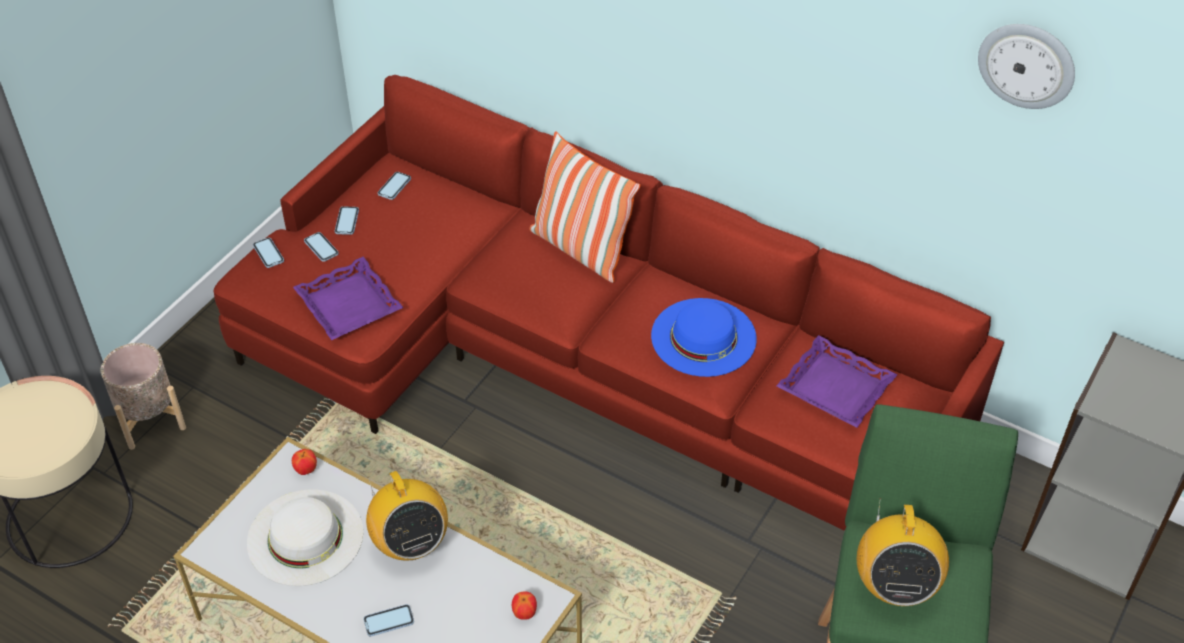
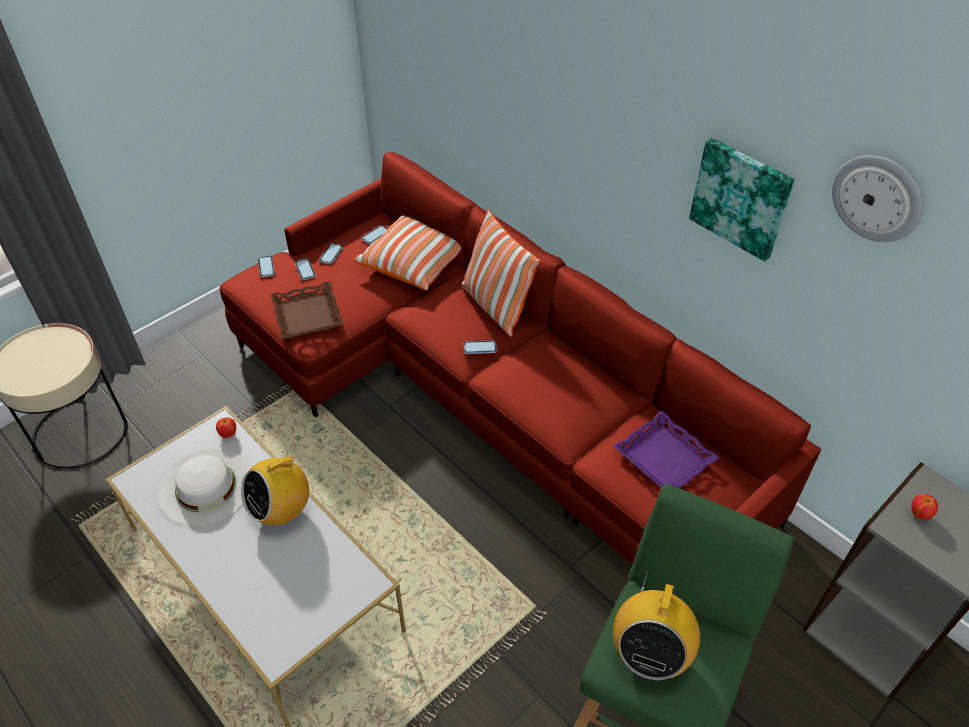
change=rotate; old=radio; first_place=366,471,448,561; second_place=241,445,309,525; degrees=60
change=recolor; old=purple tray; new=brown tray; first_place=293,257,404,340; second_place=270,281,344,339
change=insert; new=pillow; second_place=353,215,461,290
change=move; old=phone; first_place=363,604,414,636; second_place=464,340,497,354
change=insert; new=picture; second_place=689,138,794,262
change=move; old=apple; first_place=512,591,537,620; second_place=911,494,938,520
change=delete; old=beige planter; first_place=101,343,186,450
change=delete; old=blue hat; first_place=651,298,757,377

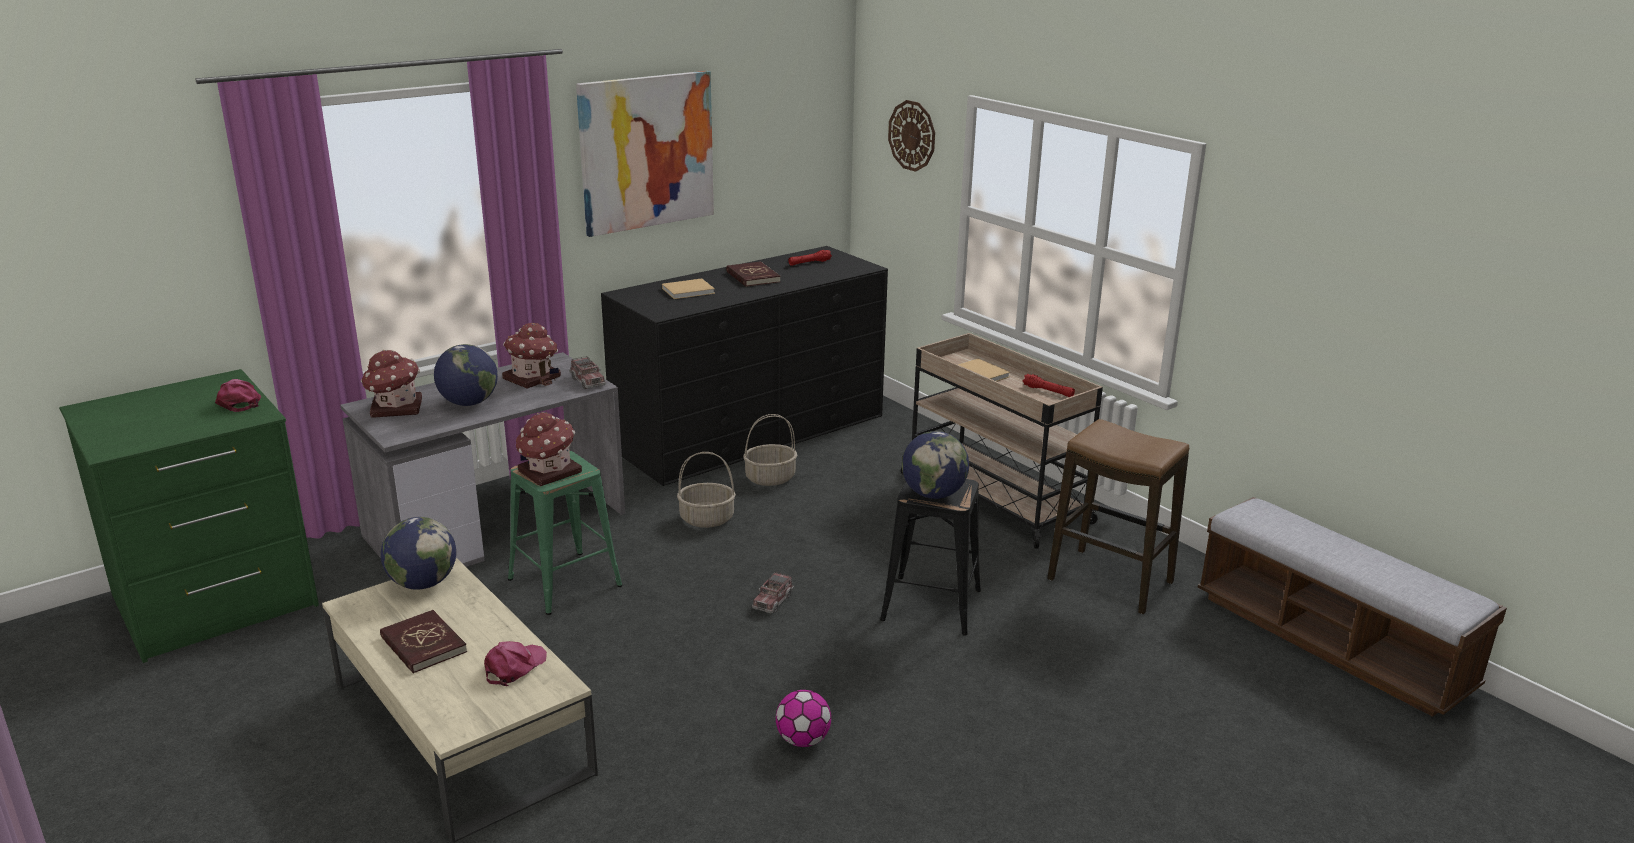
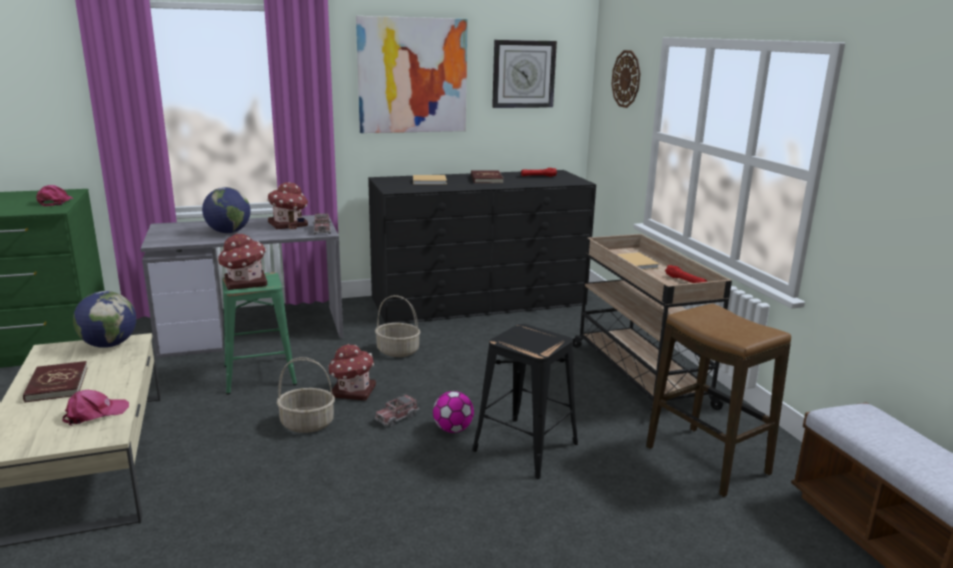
change=move; old=basket; first_place=743,414,797,486; second_place=277,357,335,433
change=move; old=toy house; first_place=361,350,422,418; second_place=328,344,376,401
change=move; old=football; first_place=776,690,831,747; second_place=433,391,474,433
change=insert; new=wall clock; second_place=492,40,557,108
change=delete; old=globe; first_place=902,431,969,499

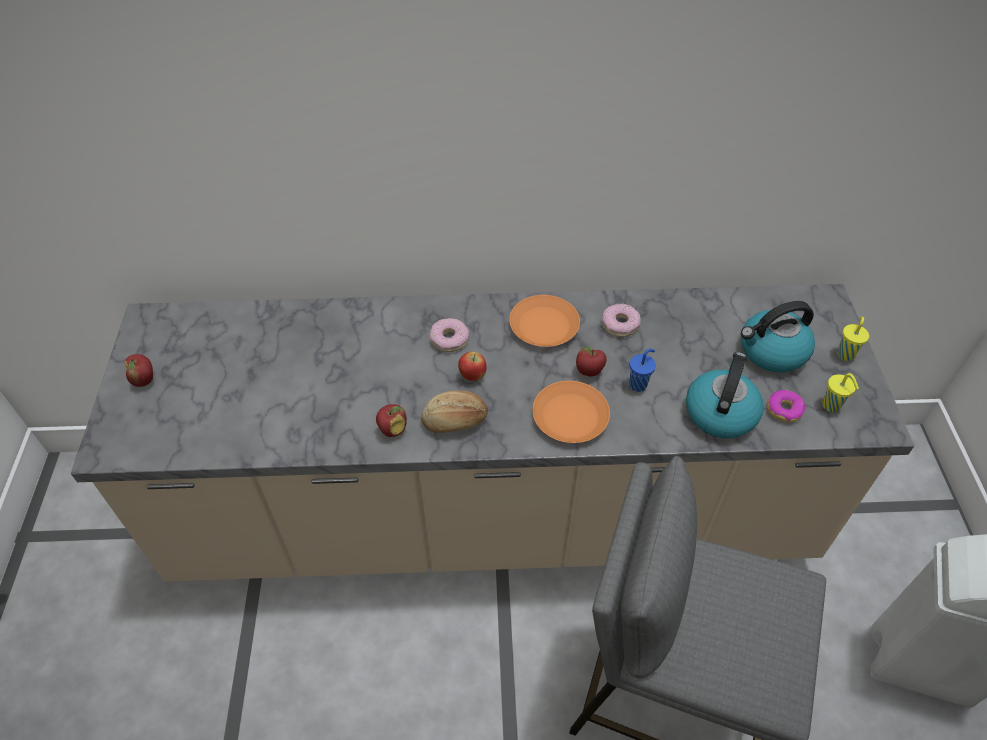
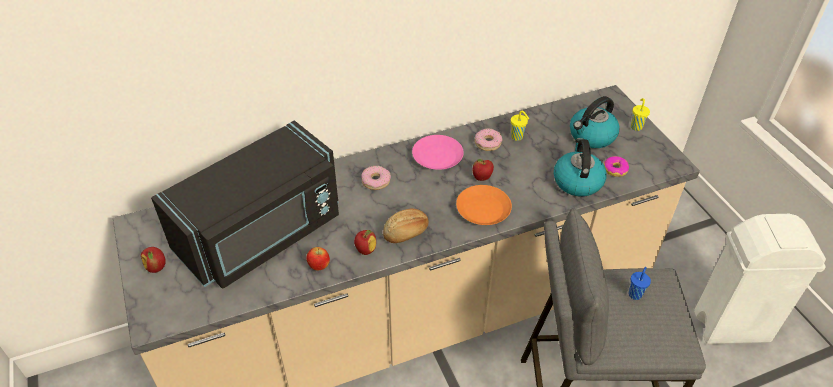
change=insert; new=black microwave; second_place=151,121,339,288
change=move; old=apple; first_place=458,352,487,381; second_place=306,247,330,270
change=recolor; old=orange plate; new=pink plate; first_place=509,295,580,347; second_place=412,135,464,170
change=move; old=yellow cup; first_place=822,373,859,412; second_place=511,111,529,141
change=move; old=blue cup; first_place=629,349,656,392; second_place=629,267,651,300

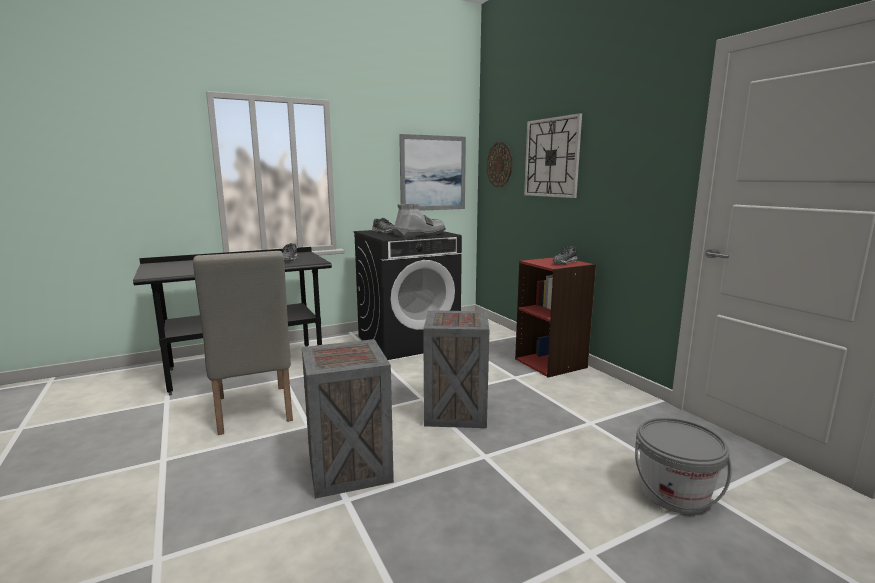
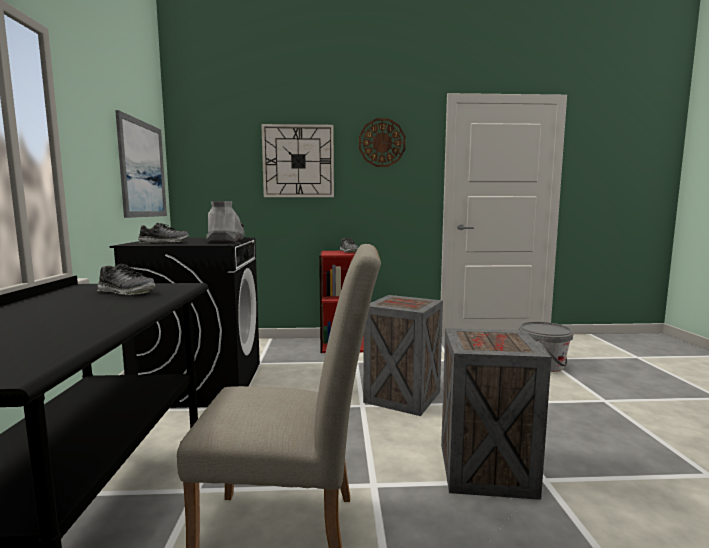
change=move; old=wall clock; first_place=487,142,512,187; second_place=359,118,406,167

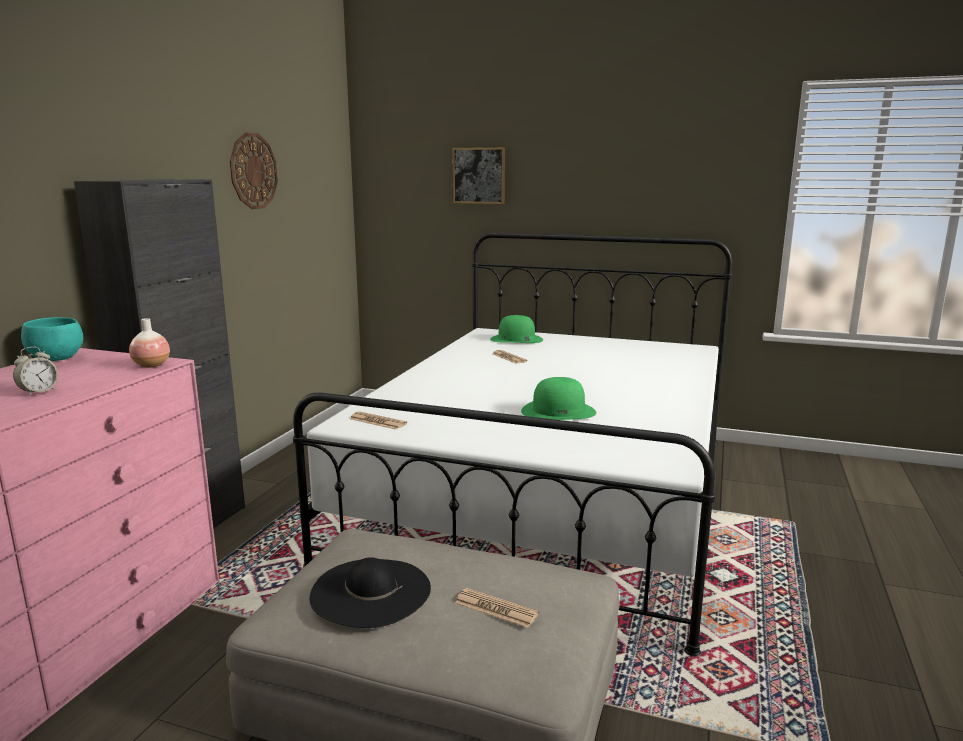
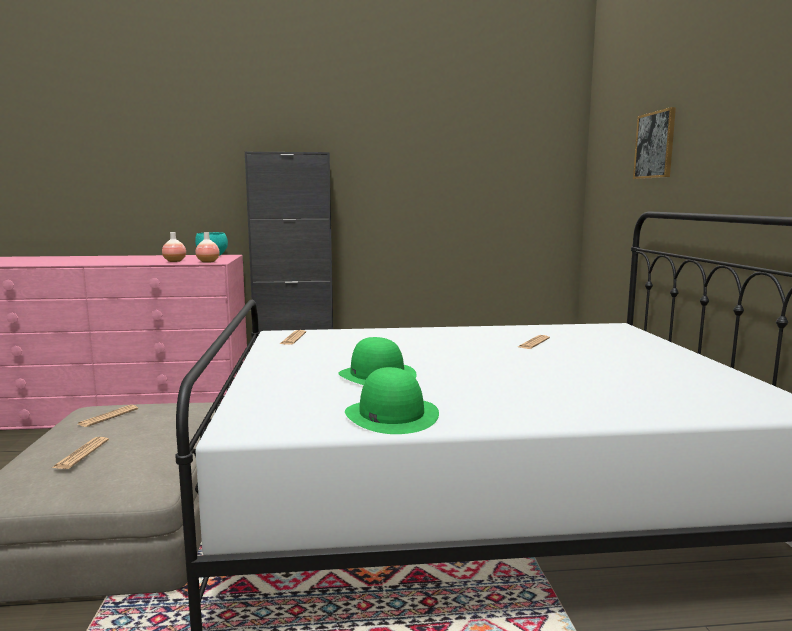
change=replace; old=black hat; new=newspaper; first_place=309,557,431,628; second_place=78,405,138,427
change=insert; new=vase; second_place=162,232,186,262
change=move; old=green hat; first_place=490,315,543,343; second_place=345,367,439,434
change=delete; old=alarm clock; first_place=13,347,58,396
change=delete; old=wall clock; first_place=230,133,278,209

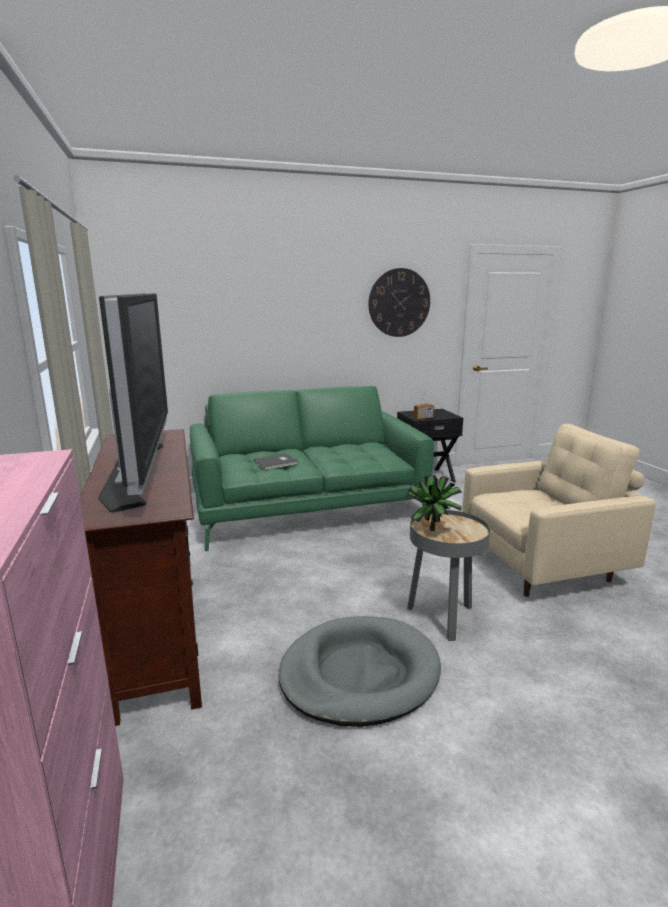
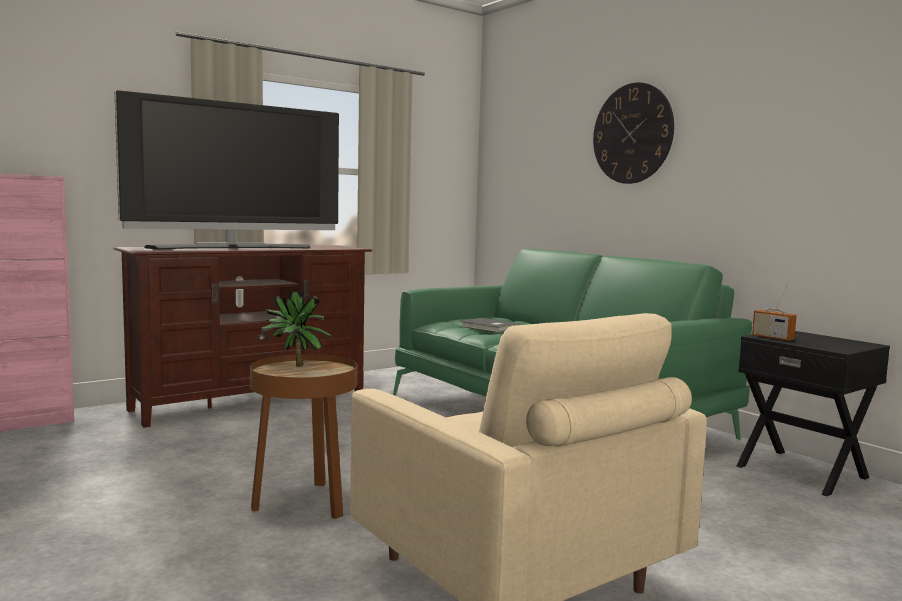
change=recolor; old=grey side table; new=brown side table; first_place=407,510,490,641; second_place=250,354,357,519
change=move; old=wall clock; first_place=368,268,430,337; second_place=593,82,674,184
change=delete; old=grey dog bed; first_place=278,616,441,727

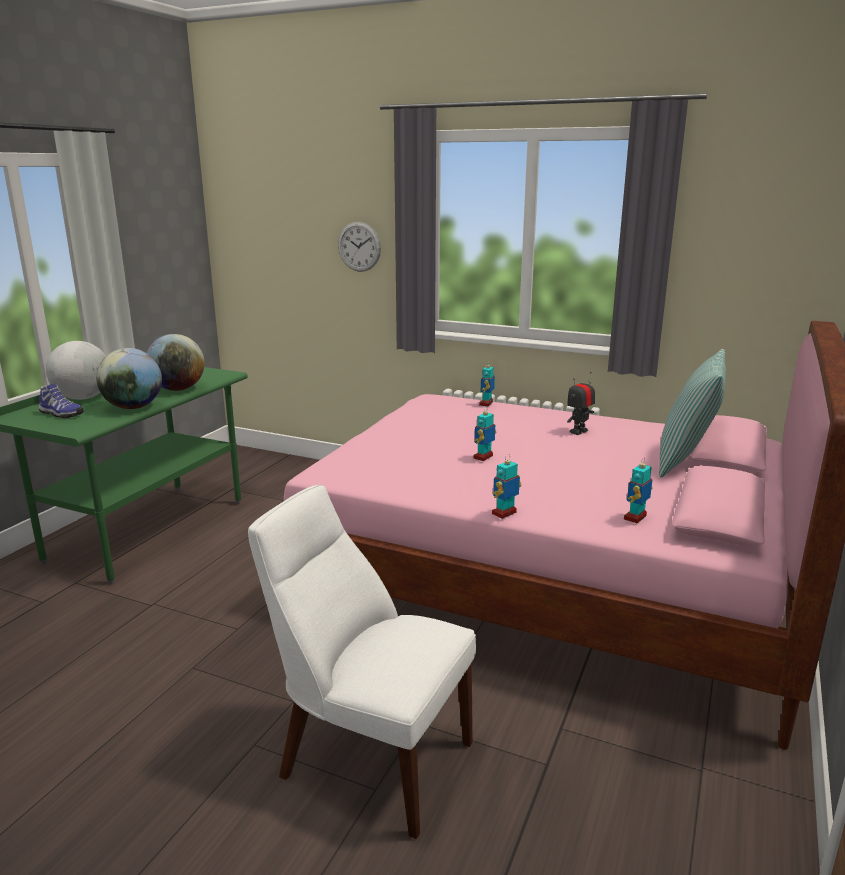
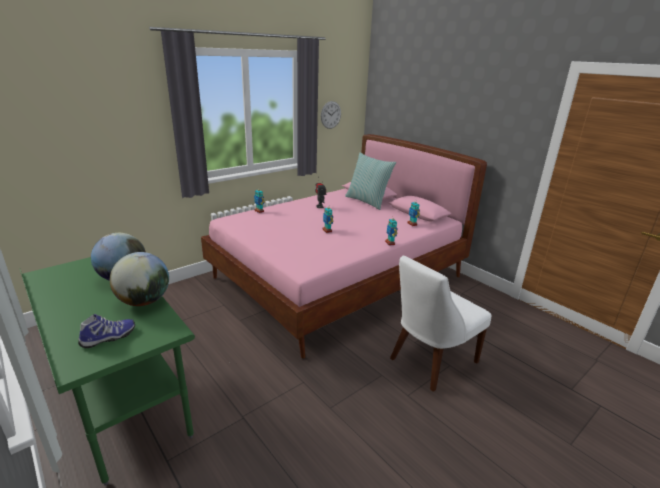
change=move; old=wall clock; first_place=338,222,381,272; second_place=321,101,341,129
change=delete; old=globe; first_place=46,341,106,400

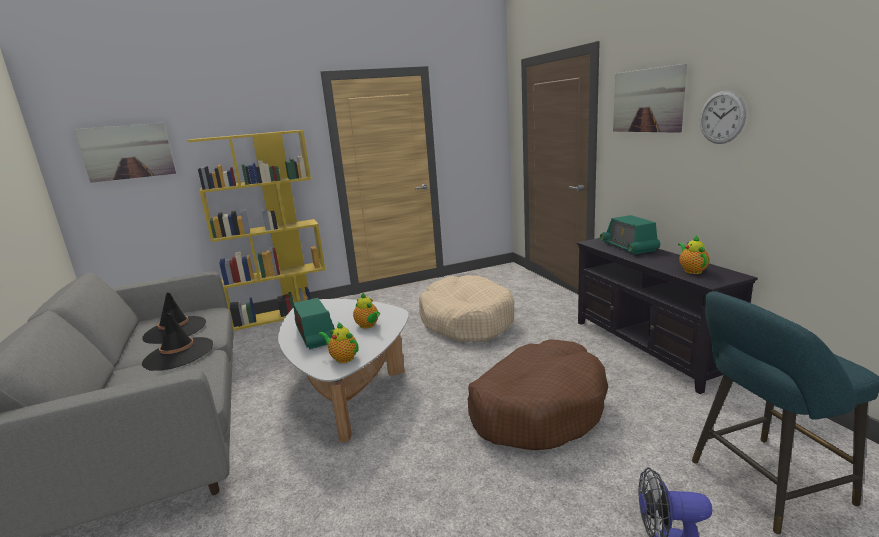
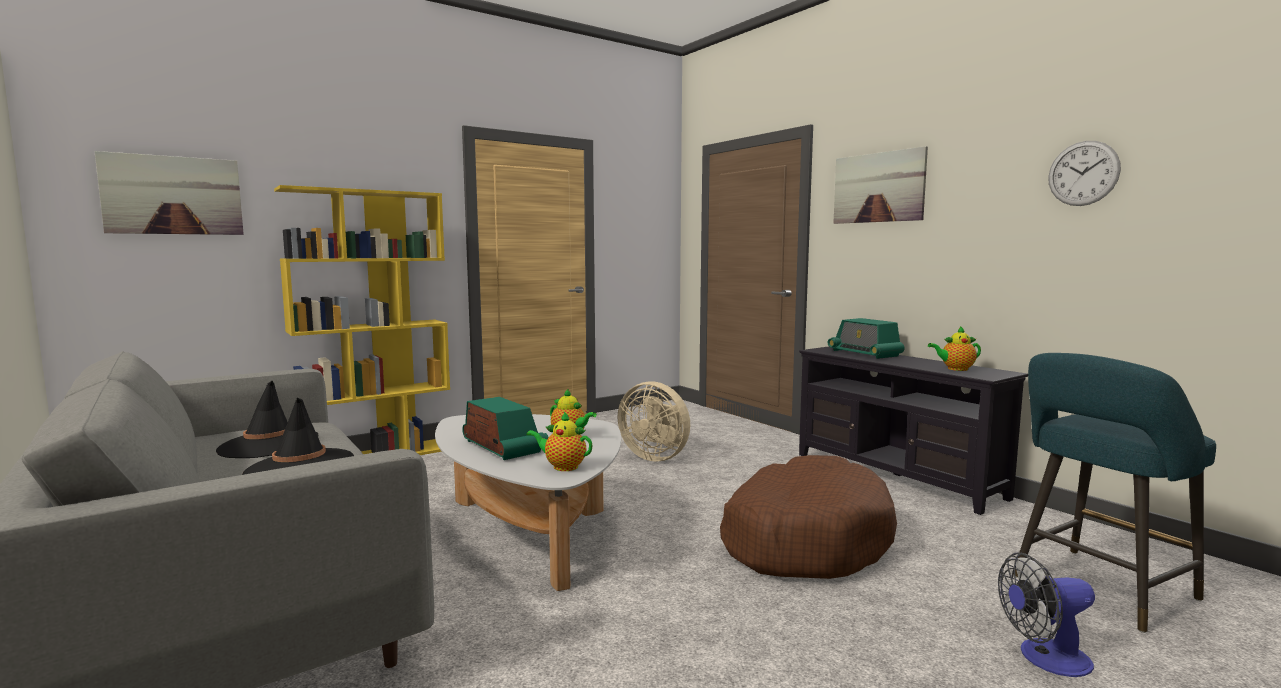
change=replace; old=beige dog bed; new=beige fan; first_place=419,275,514,343; second_place=618,381,690,461
change=rotate; old=teapot; first_place=678,235,710,274; second_place=928,326,981,371; degrees=-75
change=move; old=wall clock; first_place=700,91,746,144; second_place=1048,141,1121,206

